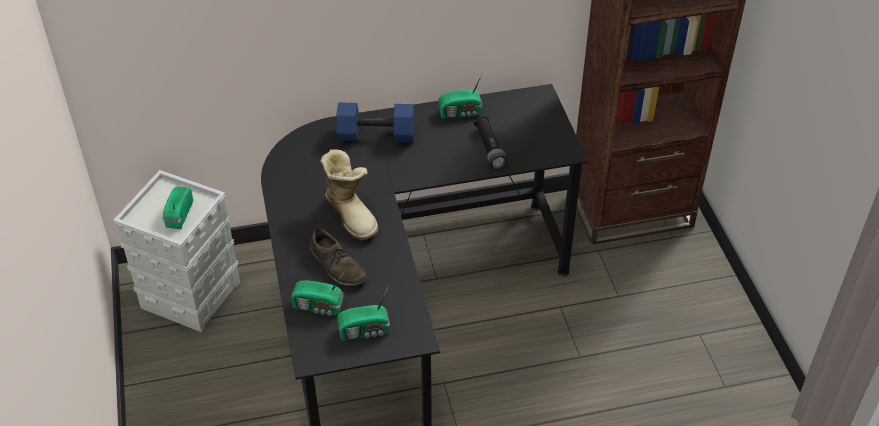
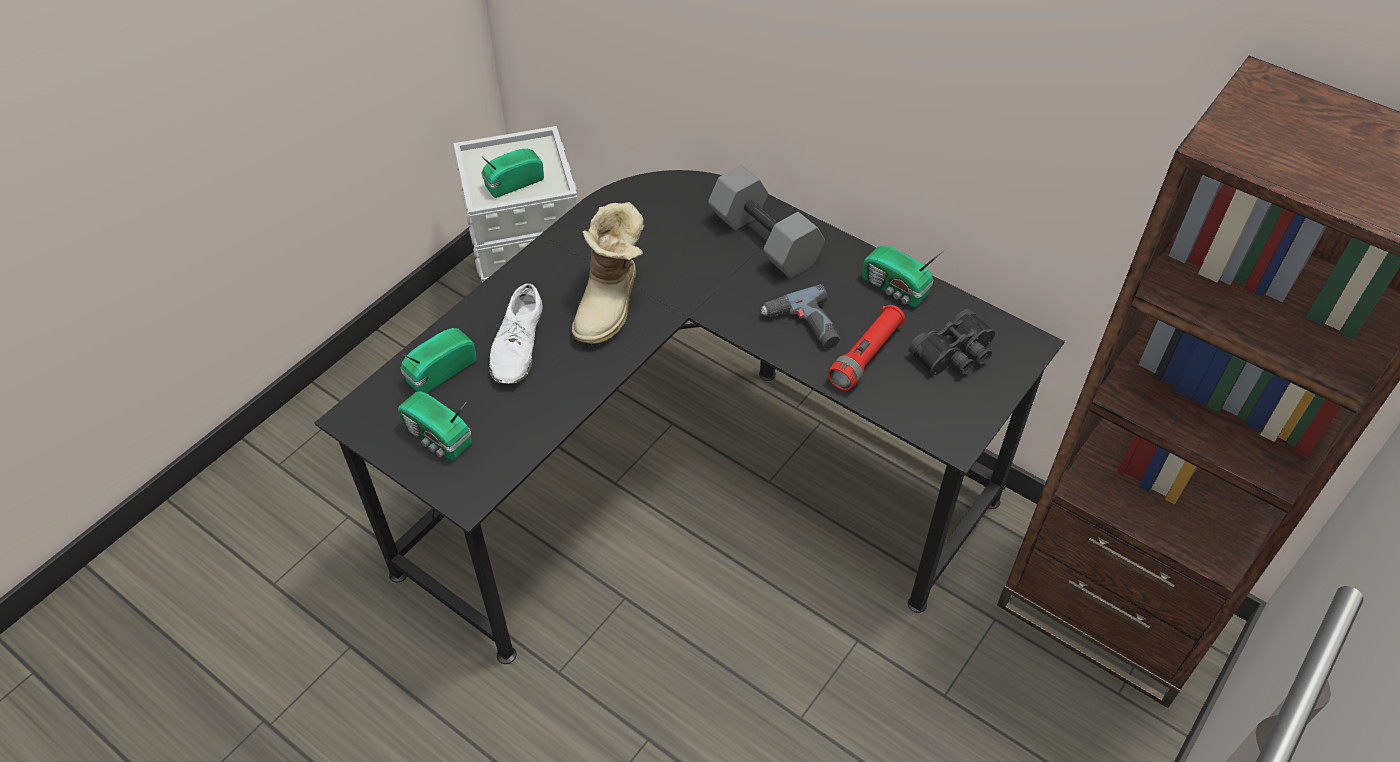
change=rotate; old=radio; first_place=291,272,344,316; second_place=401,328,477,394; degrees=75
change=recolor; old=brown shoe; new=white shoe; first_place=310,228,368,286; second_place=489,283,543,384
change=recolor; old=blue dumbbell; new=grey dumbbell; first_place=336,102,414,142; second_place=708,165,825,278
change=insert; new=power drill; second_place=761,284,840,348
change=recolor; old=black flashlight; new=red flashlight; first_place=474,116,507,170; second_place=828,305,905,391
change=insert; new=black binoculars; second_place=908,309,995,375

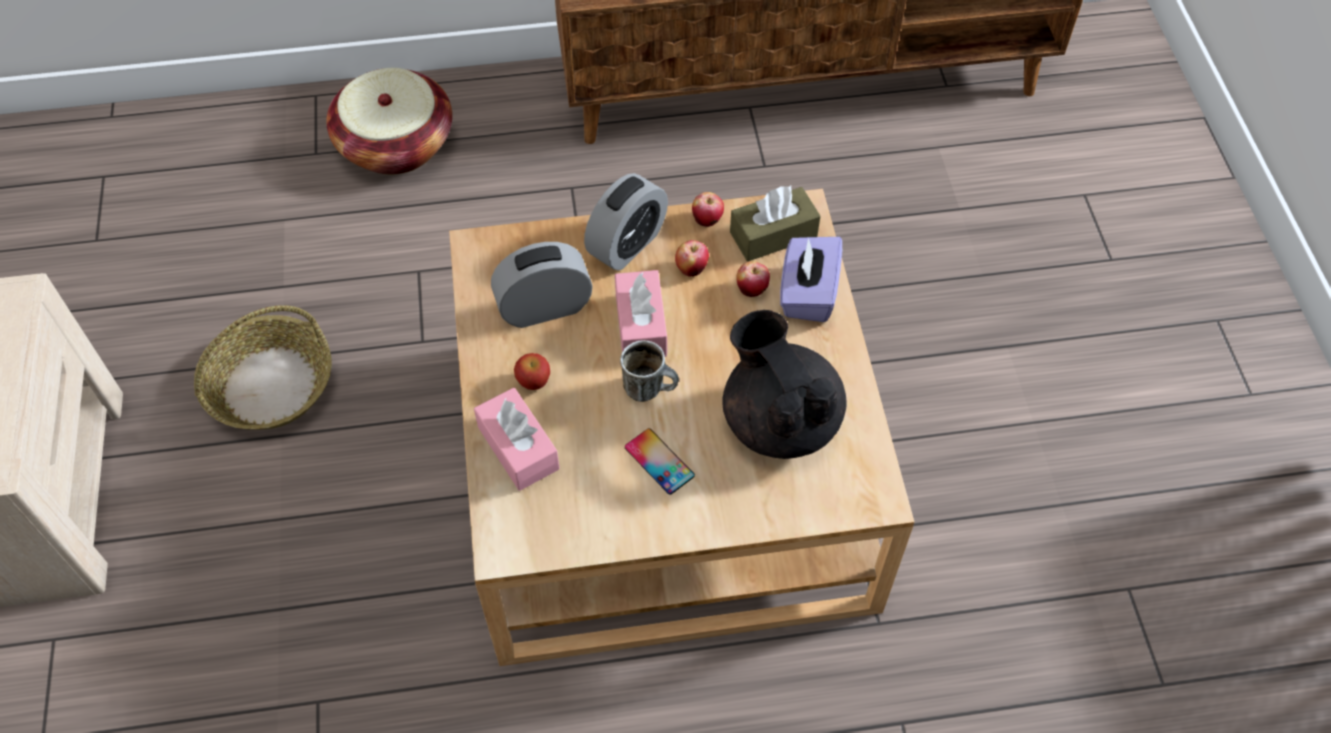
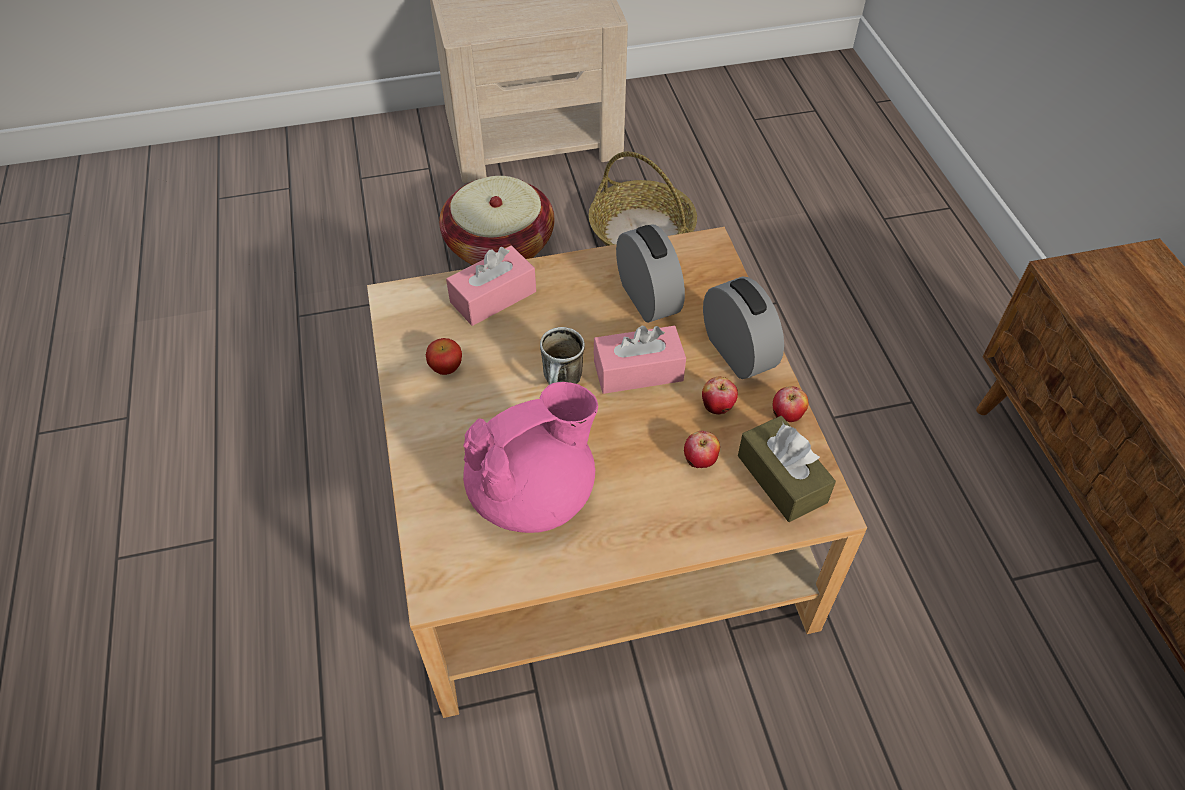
change=move; old=apple; first_place=514,353,550,390; second_place=426,338,462,375
change=move; old=basket; first_place=326,68,452,175; second_place=439,176,554,265
change=recolor; old=black teapot; new=pink teapot; first_place=722,310,847,459; second_place=463,382,598,533
change=rotate; old=alarm clock; first_place=584,173,668,270; second_place=703,276,784,379; degrees=-150
change=delete; old=phone; first_place=625,428,695,495
change=delete; old=purple tissue box; first_place=780,237,842,322

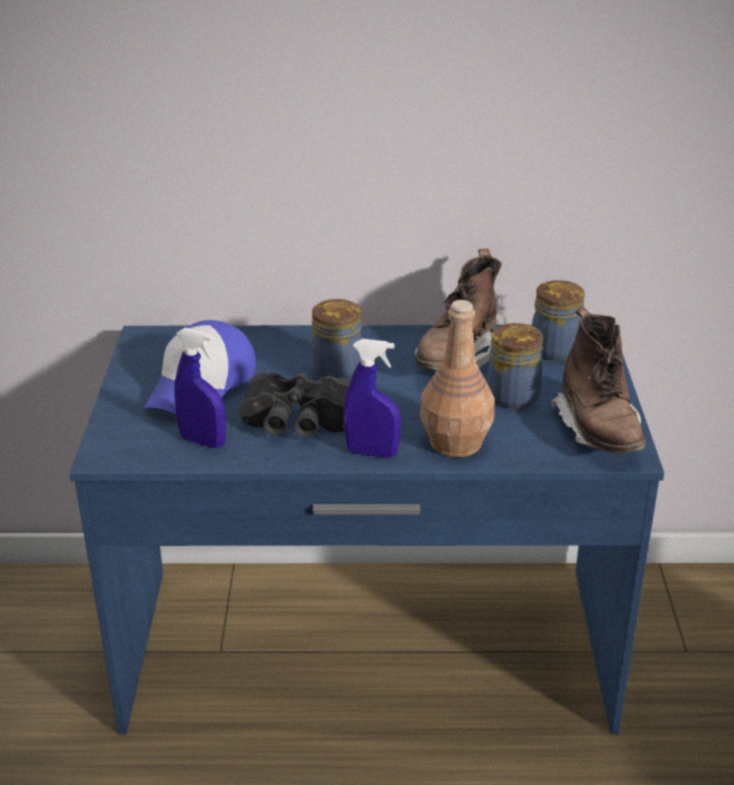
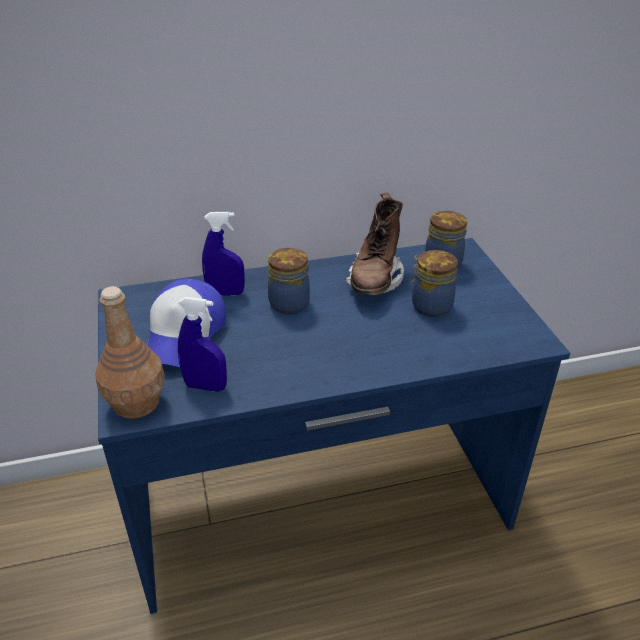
change=move; old=brown bottle; first_place=420,300,495,458; second_place=95,286,165,419
change=move; old=blue spray bottle; first_place=344,339,401,458; second_place=202,212,245,295
change=delete; old=black binoculars; first_place=239,373,350,438
change=delete; old=brown boot; first_place=551,307,646,453

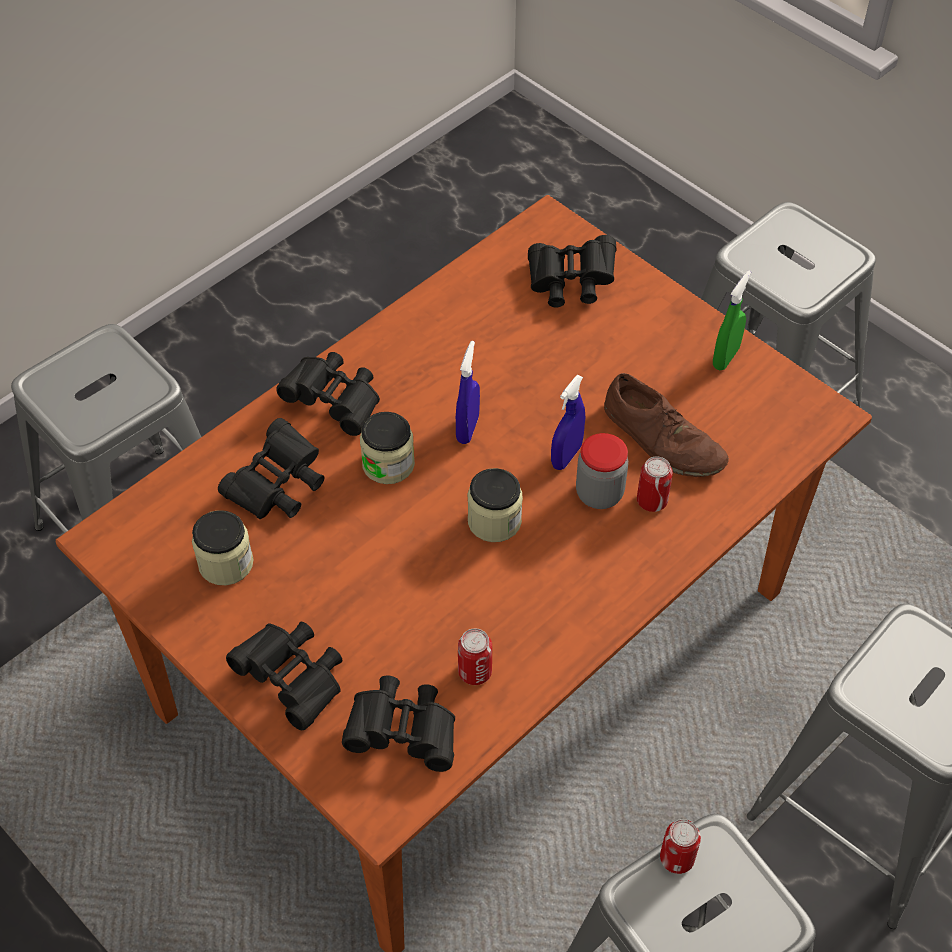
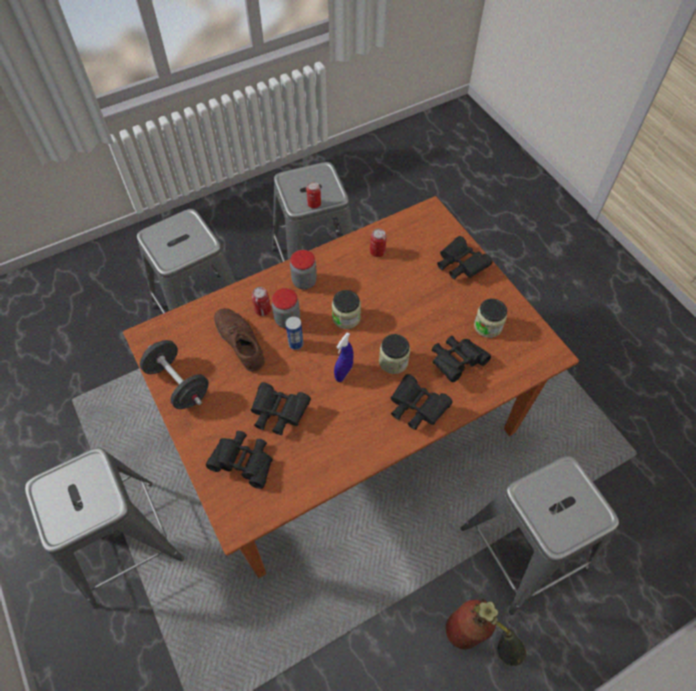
change=replace; old=green spray bottle; new=black dumbbell; first_place=713,270,751,370; second_place=140,340,209,409
change=move; old=black binoculars; first_place=342,675,455,772; second_place=250,382,311,435
change=replace; old=blue spray bottle; new=can; first_place=551,375,585,470; second_place=286,316,303,350
change=insert; new=jar; second_place=290,250,317,290
change=insert; new=fire extinguisher; second_place=446,599,526,666

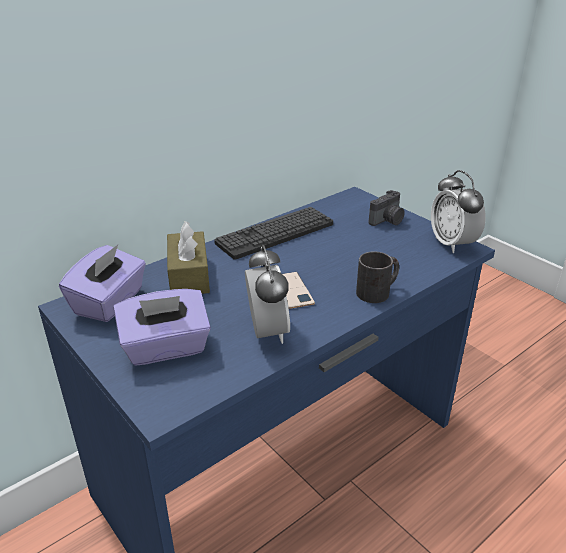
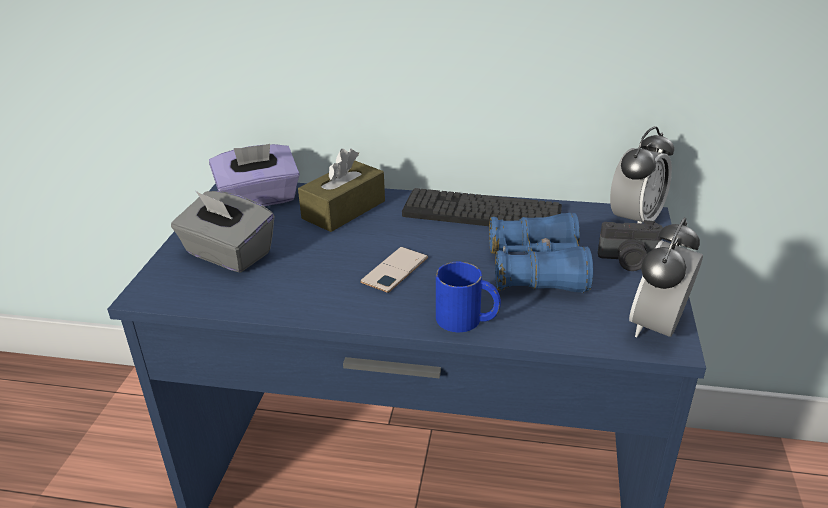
change=recolor; old=purple tissue box; new=grey tissue box; first_place=114,289,211,366; second_place=171,191,274,272
change=recolor; old=black mug; new=blue mug; first_place=356,251,399,303; second_place=436,262,501,332
change=insert; new=blue binoculars; second_place=489,213,593,293
change=move; old=alarm clock; first_place=245,245,290,344; second_place=610,127,674,223

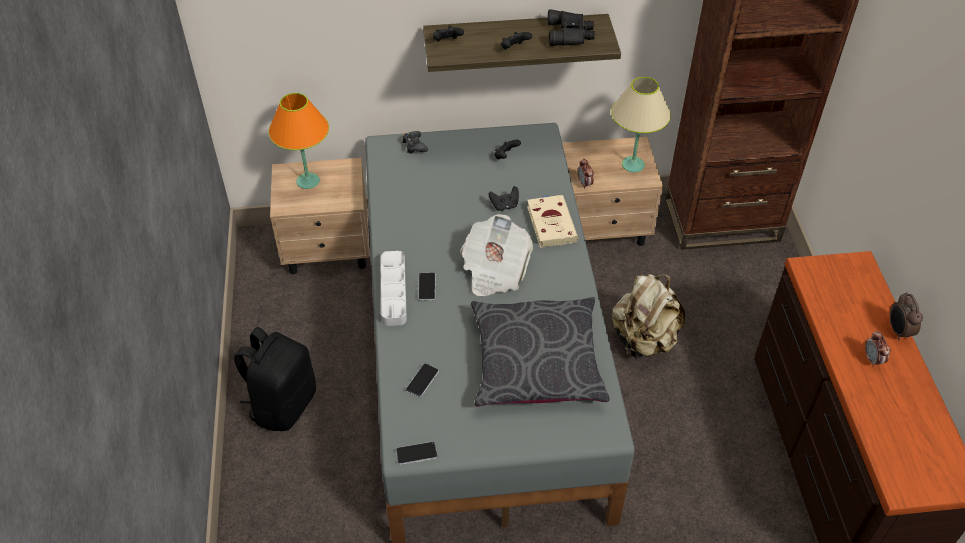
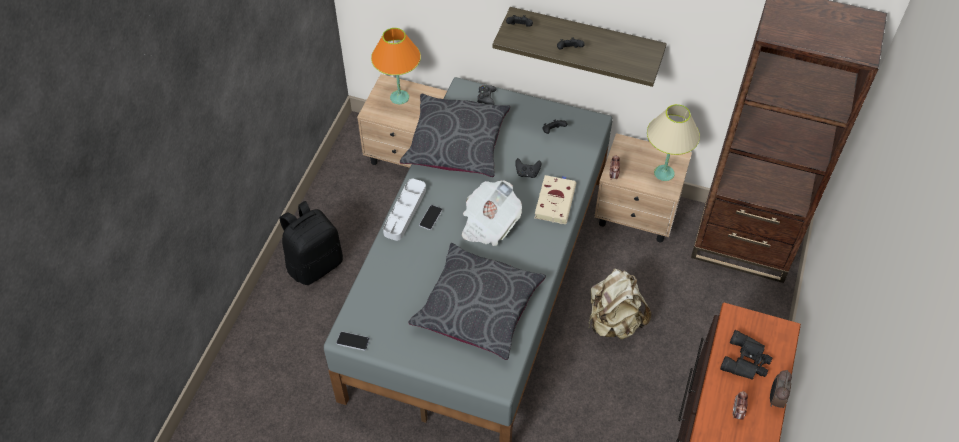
change=insert; new=grey pillow; second_place=400,93,510,177
change=move; old=black binoculars; first_place=547,10,595,46; second_place=720,330,772,380
change=delete; old=phone; first_place=406,363,439,397

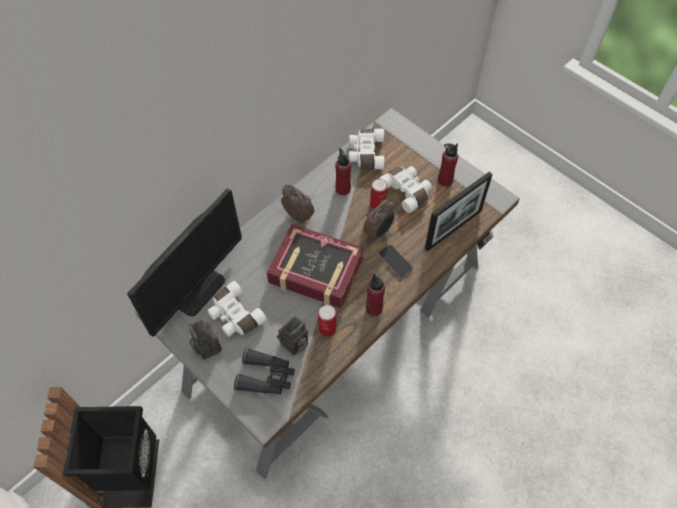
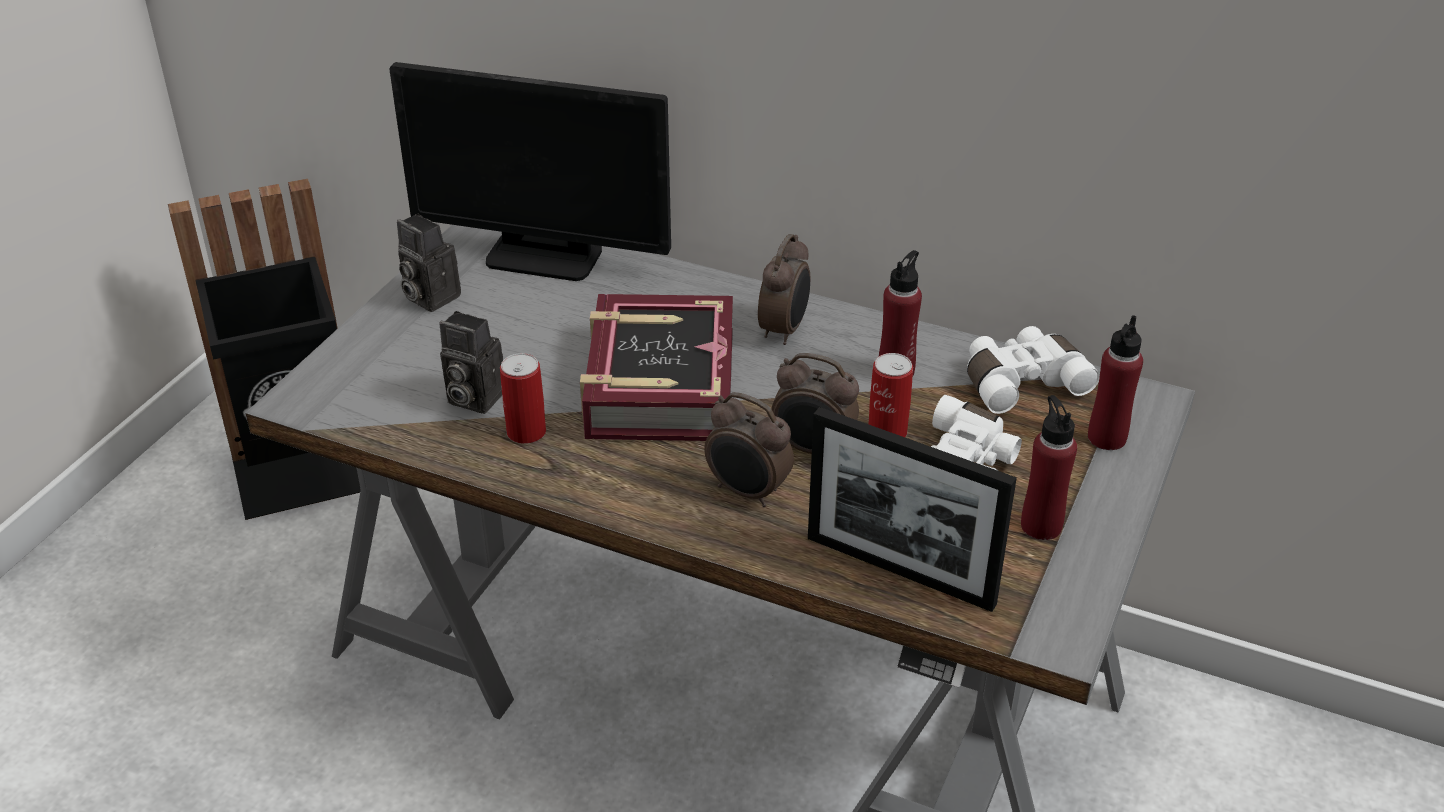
change=rotate; old=photo camera; first_place=189,320,222,360; second_place=397,214,461,312; degrees=-90
change=replace; old=phone; new=alarm clock; first_place=378,245,413,277; second_place=704,392,794,507
change=move; old=red bottle; first_place=366,274,385,316; second_place=1088,315,1143,450
change=delete; old=white binoculars; first_place=207,281,267,337
change=delete; old=black binoculars; first_place=234,348,295,395

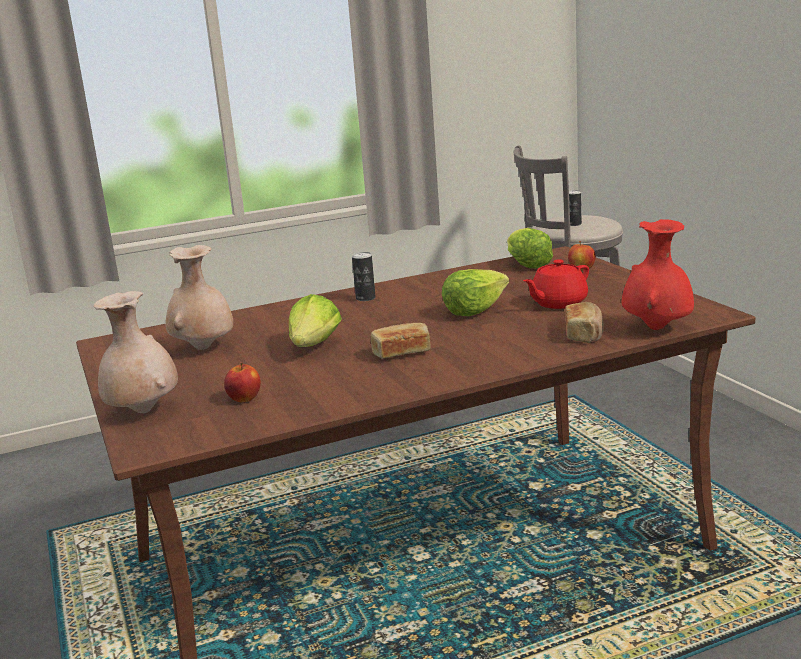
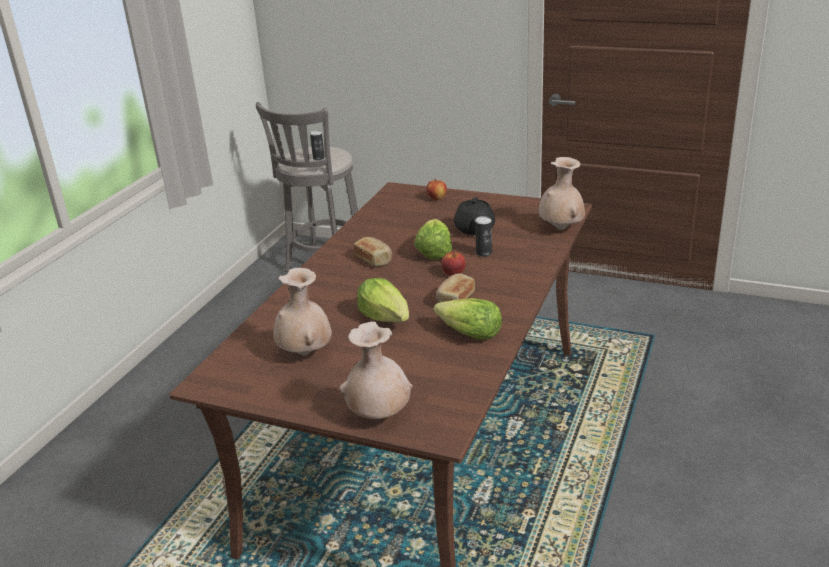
change=move; old=bread; first_place=565,302,604,343; second_place=354,237,392,266
change=move; old=lettuce; first_place=507,228,553,268; second_place=434,298,502,340
change=move; old=apple; first_place=224,363,261,402; second_place=441,251,465,276
change=recolor; old=red teapot; new=black teapot; first_place=523,259,589,309; second_place=454,197,495,235
change=move; old=can; first_place=352,252,376,301; second_place=475,216,492,257
change=recolor; old=red vase; new=beige vase; first_place=622,219,694,330; second_place=538,157,585,230

